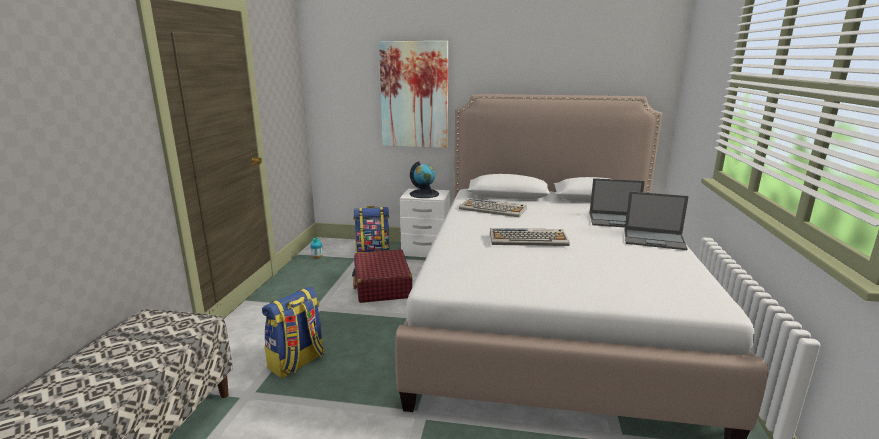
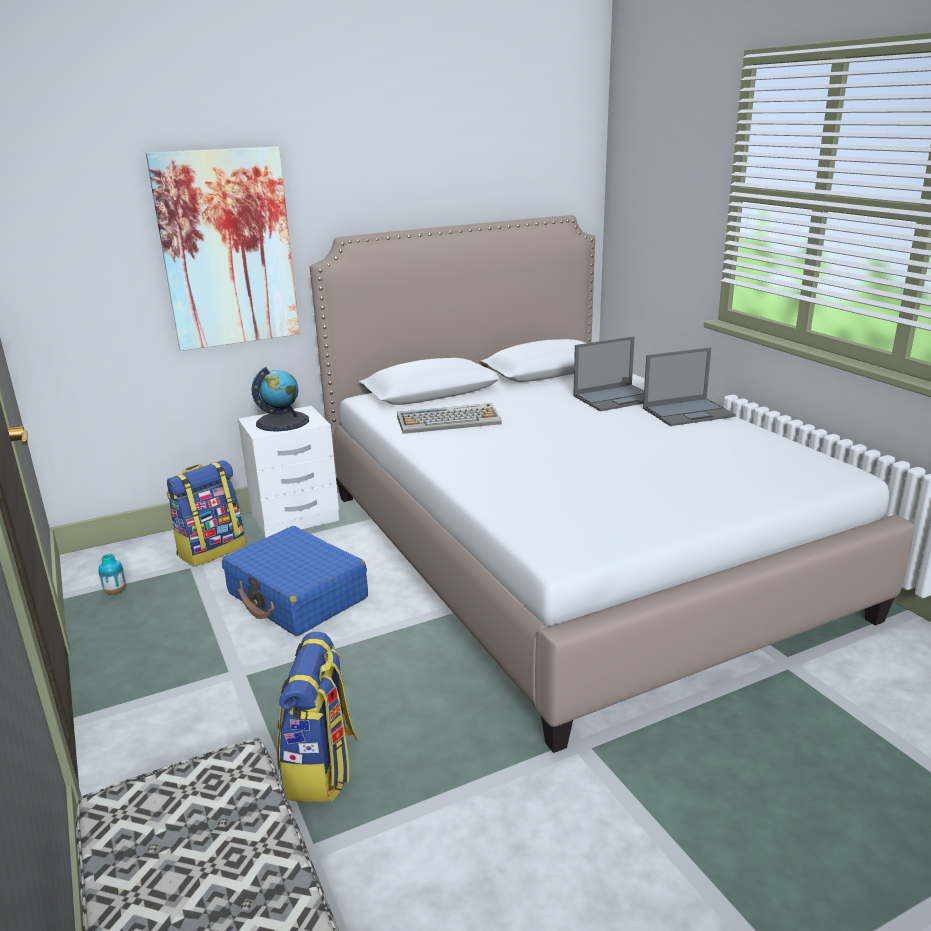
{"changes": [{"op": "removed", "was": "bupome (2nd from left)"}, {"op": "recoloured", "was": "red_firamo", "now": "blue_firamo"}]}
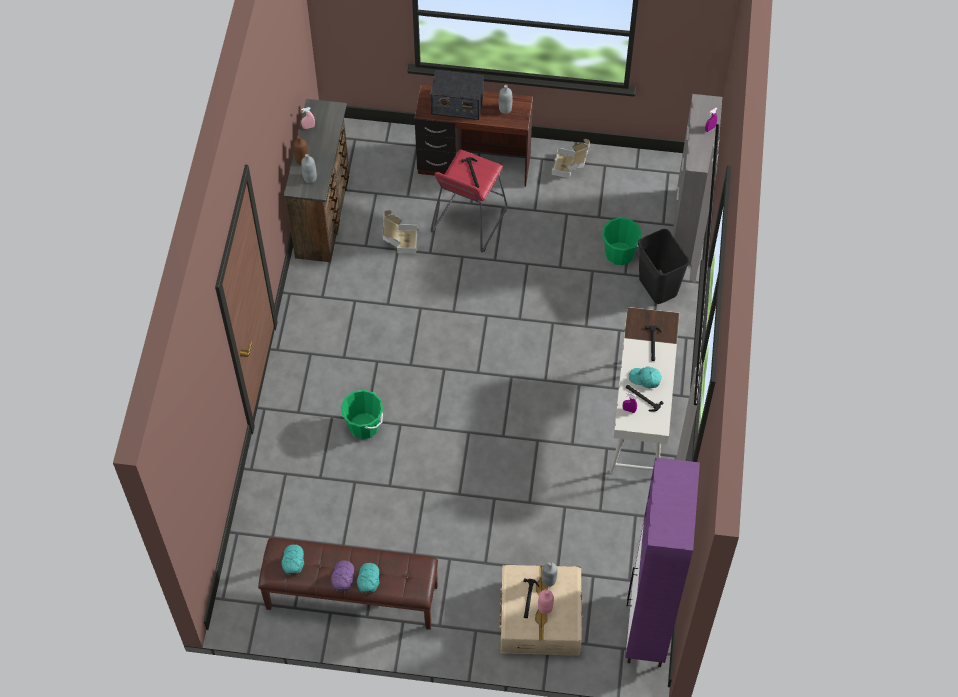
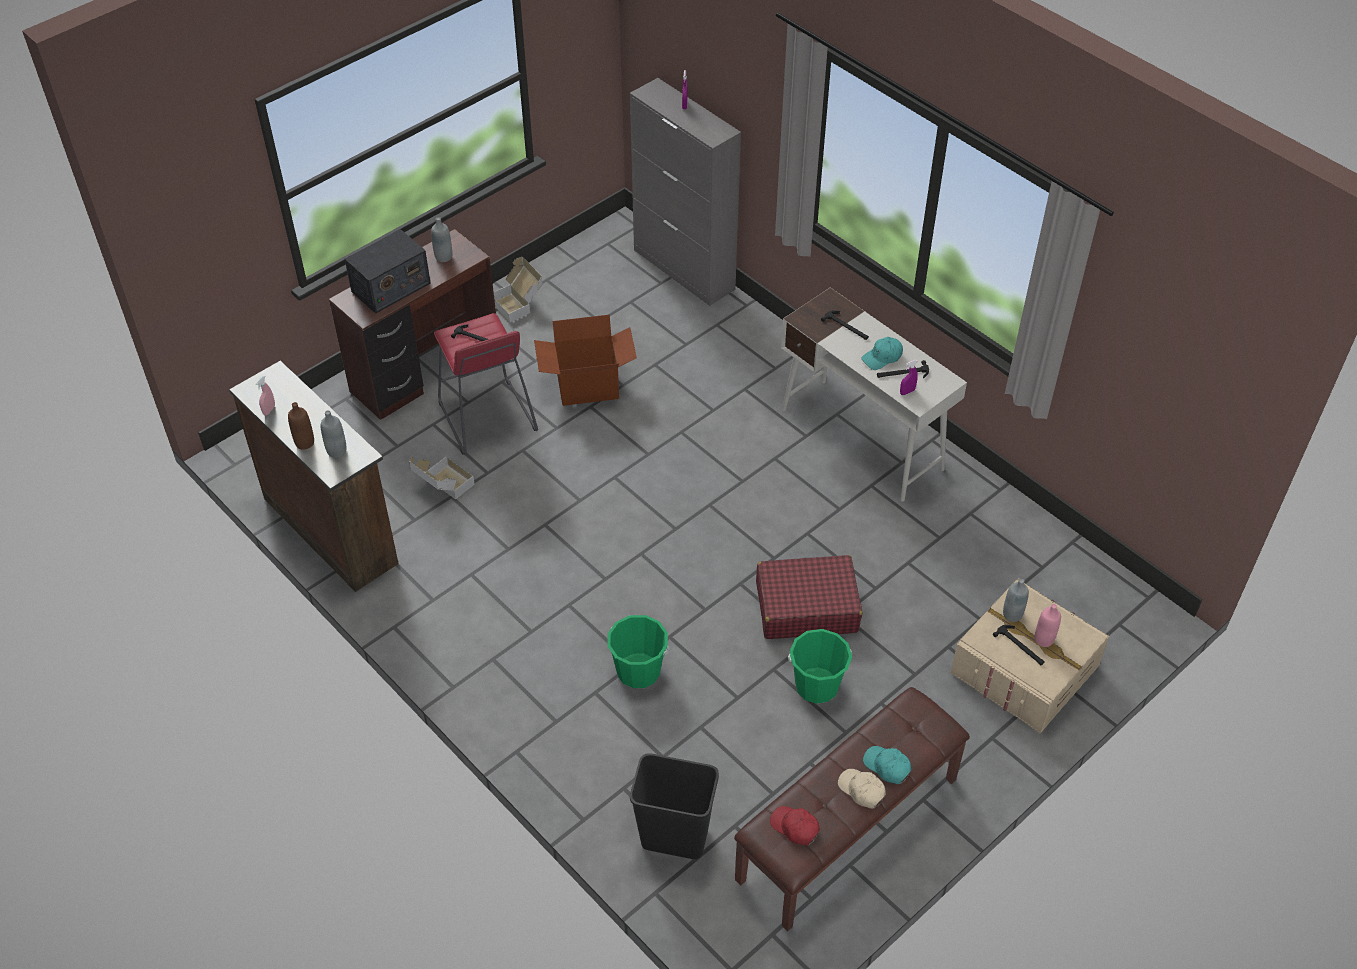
{"changes": [{"op": "moved", "was": "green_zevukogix (2nd from left)"}, {"op": "moved", "was": "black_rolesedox"}, {"op": "removed", "was": "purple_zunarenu"}, {"op": "recoloured", "was": "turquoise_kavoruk (1st from left)", "now": "red_kavoruk"}, {"op": "recoloured", "was": "purple_kavoruk", "now": "beige_kavoruk"}, {"op": "added", "now": "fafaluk (3rd from left)"}, {"op": "added", "now": "red_firamo"}]}
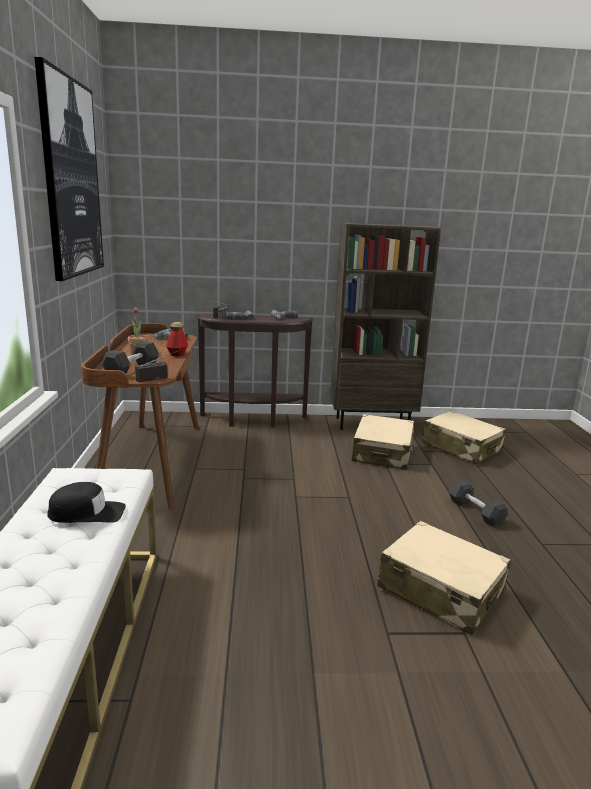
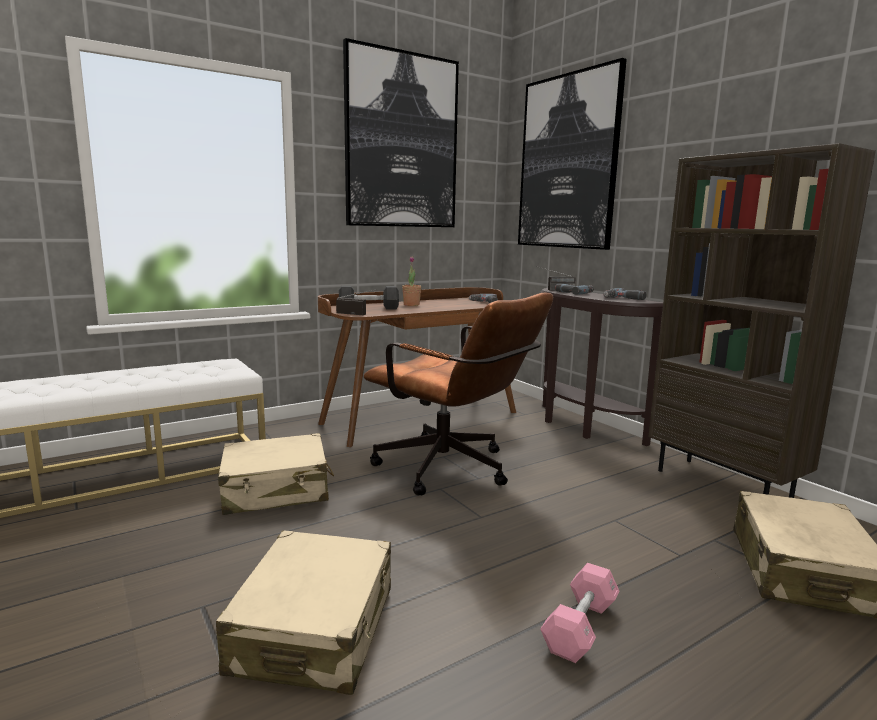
{"changes": [{"op": "removed", "was": "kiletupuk"}, {"op": "moved", "was": "beige_firamo (1st from left)"}, {"op": "recoloured", "was": "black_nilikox (2nd from left)", "now": "pink_nilikox"}, {"op": "removed", "was": "black_kavoruk"}, {"op": "added", "now": "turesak (2nd from left)"}, {"op": "added", "now": "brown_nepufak"}]}
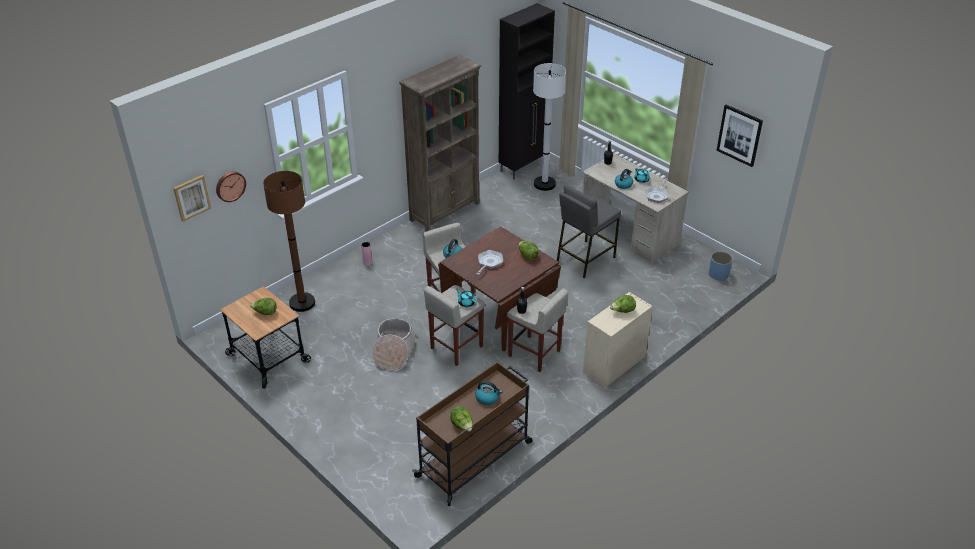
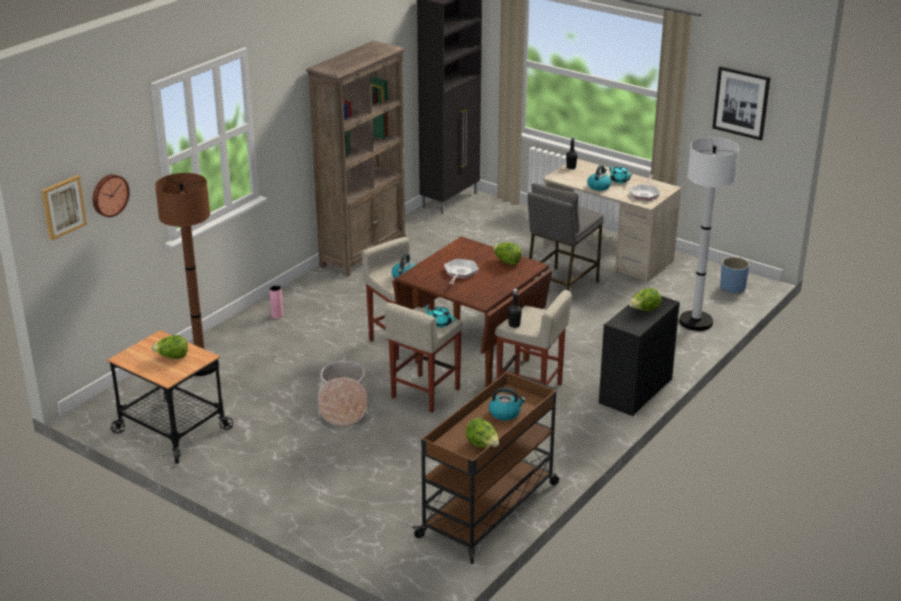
{"changes": [{"op": "moved", "was": "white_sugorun"}, {"op": "recoloured", "was": "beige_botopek", "now": "black_botopek"}]}
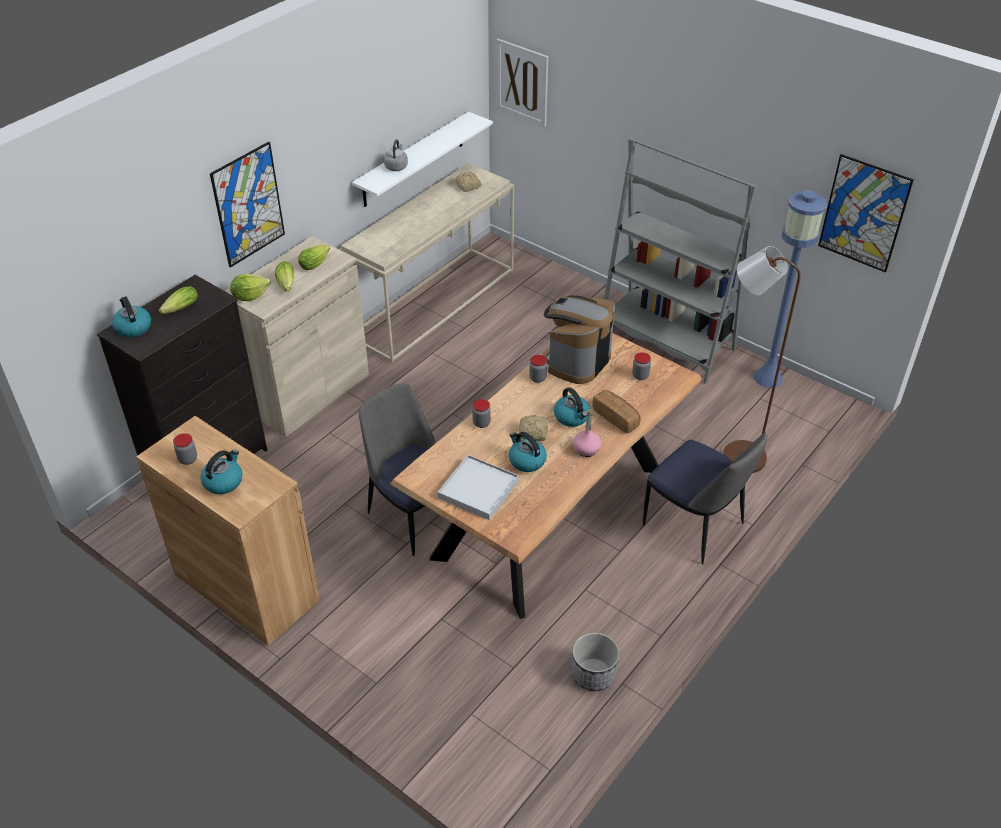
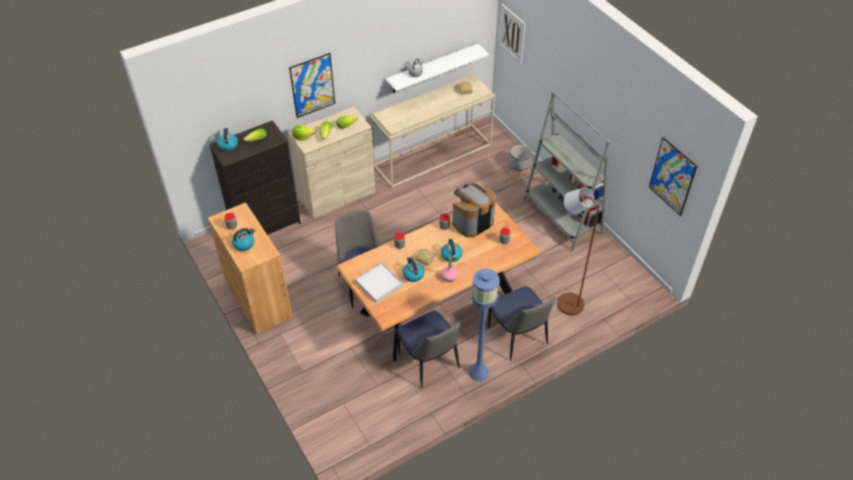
{"changes": [{"op": "moved", "was": "blue_sugorun"}, {"op": "removed", "was": "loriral (3rd from left)"}, {"op": "moved", "was": "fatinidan"}, {"op": "added", "now": "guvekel (2nd from left)"}]}
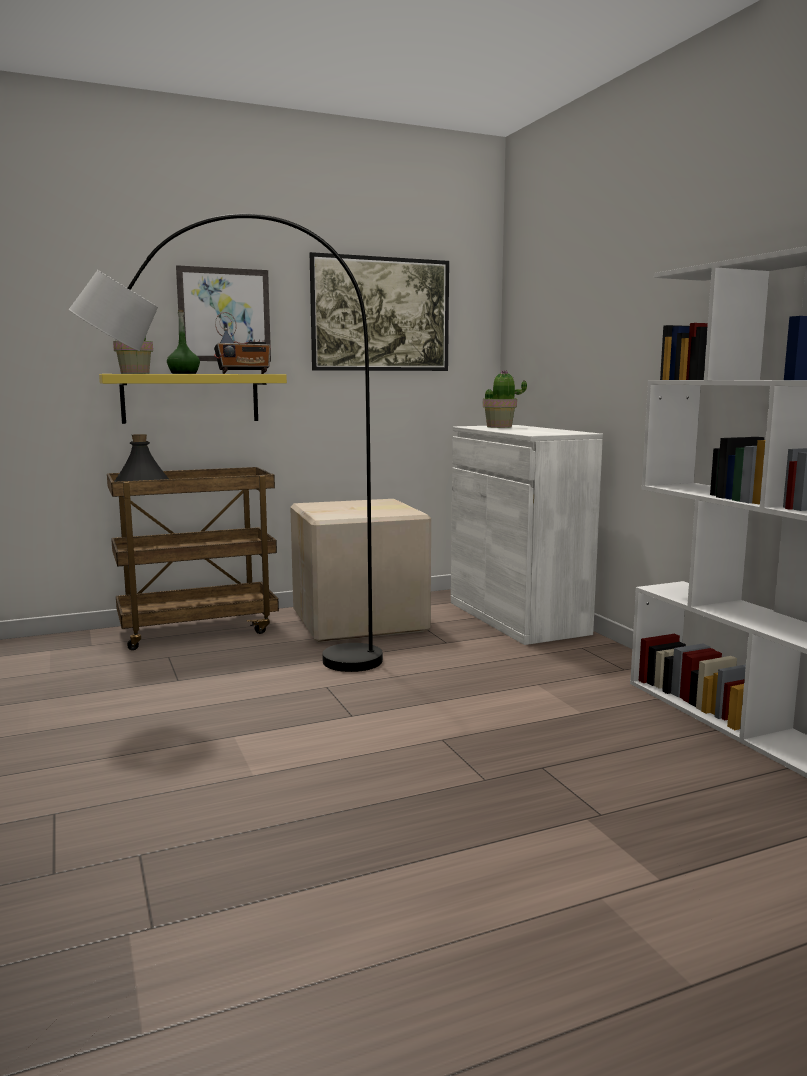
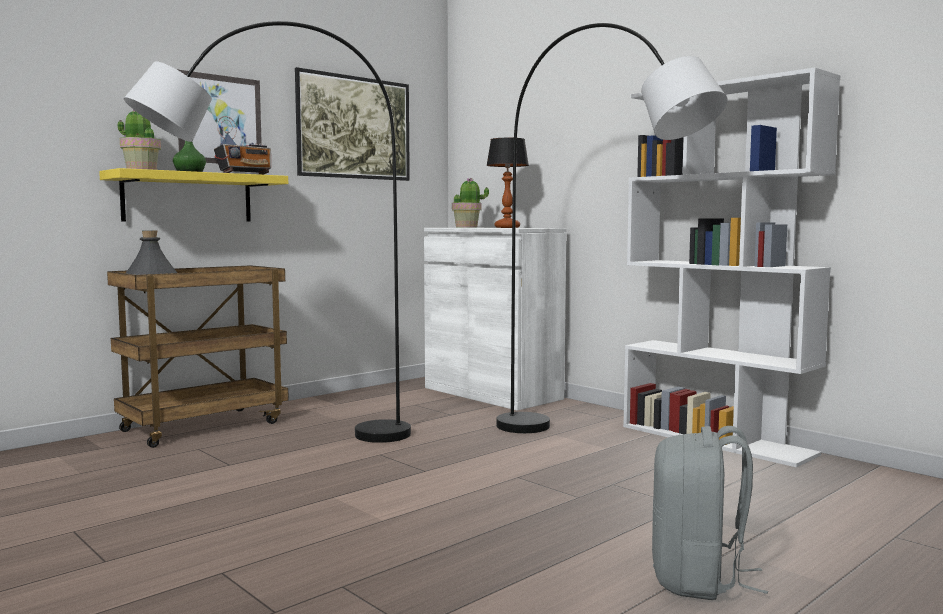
{"changes": [{"op": "removed", "was": "fafaluk"}, {"op": "added", "now": "black_sugorun (2nd from left)"}, {"op": "added", "now": "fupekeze"}, {"op": "added", "now": "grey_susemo"}]}
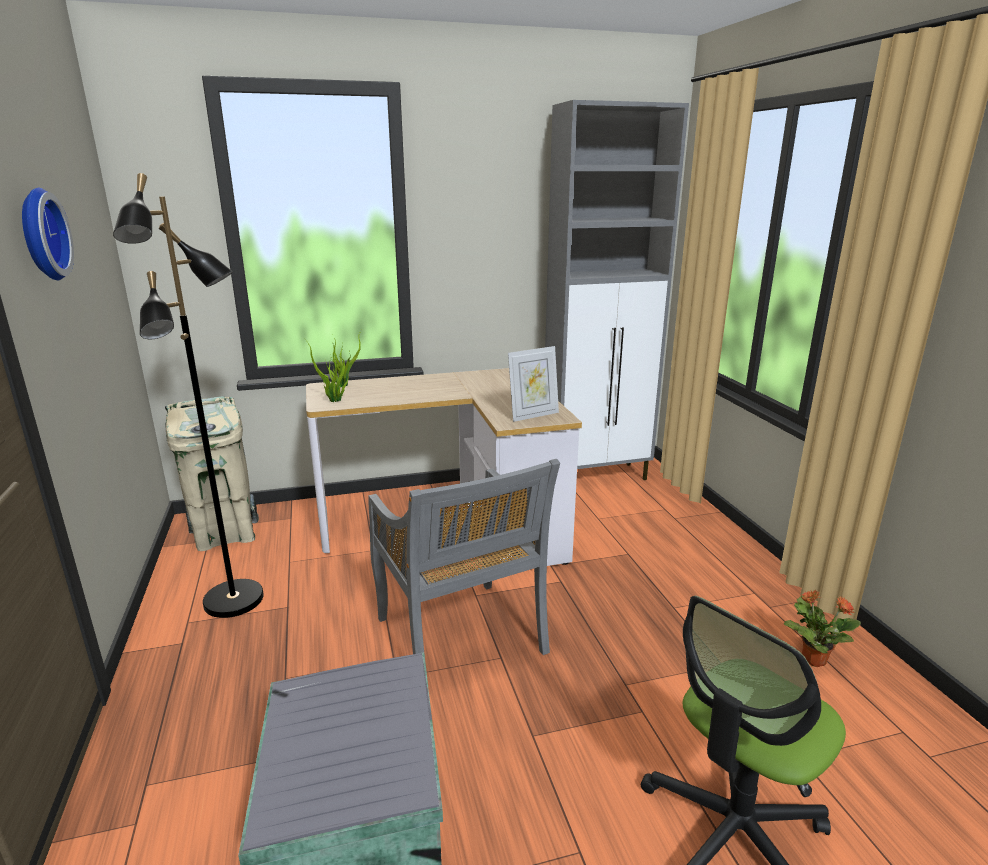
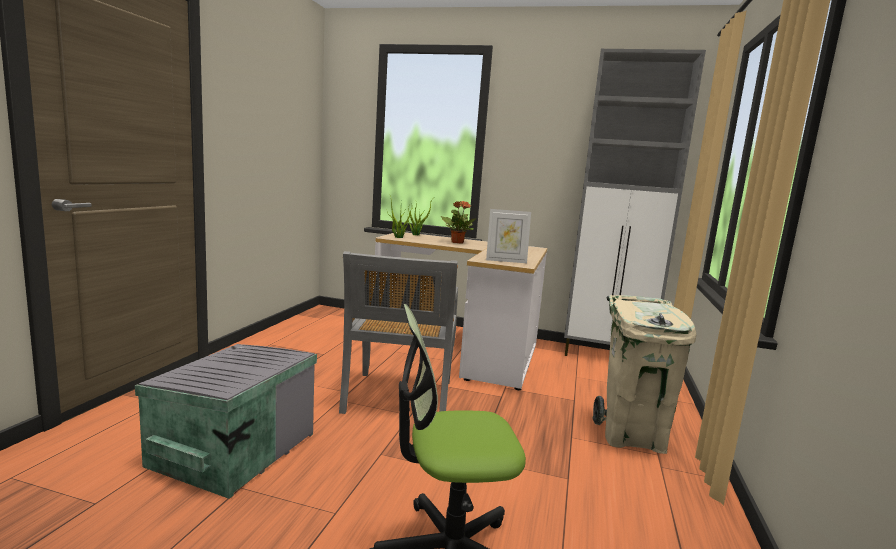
{"changes": [{"op": "removed", "was": "black_sugorun"}, {"op": "removed", "was": "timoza"}, {"op": "moved", "was": "beige_rolesedox"}, {"op": "moved", "was": "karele (3rd from left)"}]}
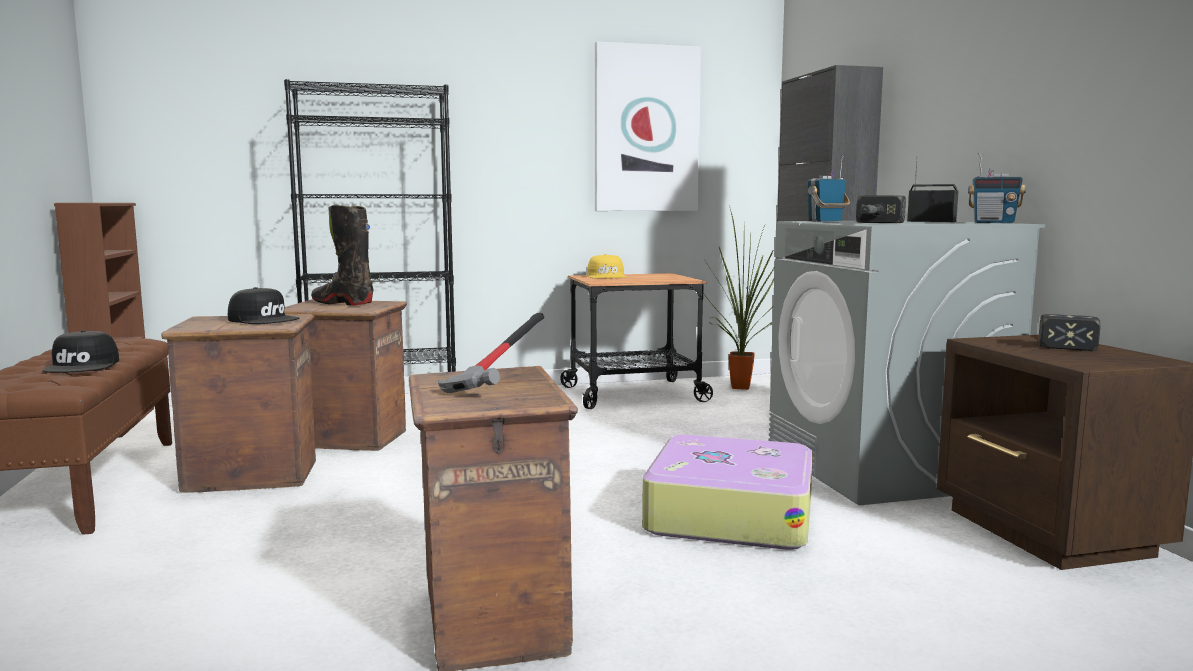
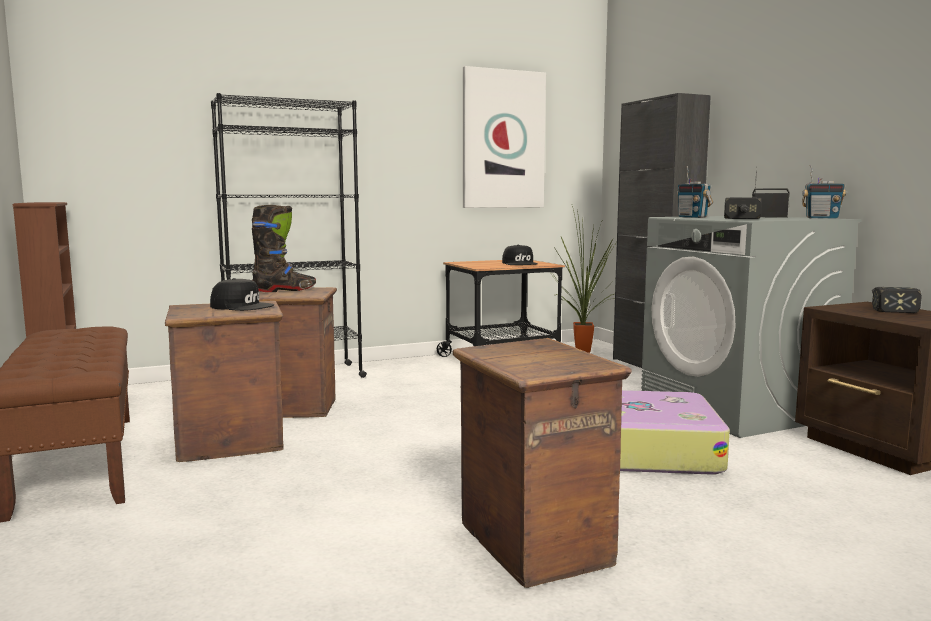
{"changes": [{"op": "turned", "was": "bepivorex (1st from left)", "clockwise": -75}, {"op": "turned", "was": "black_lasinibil", "clockwise": 135}, {"op": "removed", "was": "yellow_kavoruk"}, {"op": "removed", "was": "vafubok (1st from left)"}, {"op": "moved", "was": "black_kavoruk (1st from left in the first image)", "now": "black_kavoruk (2nd from left)"}]}
